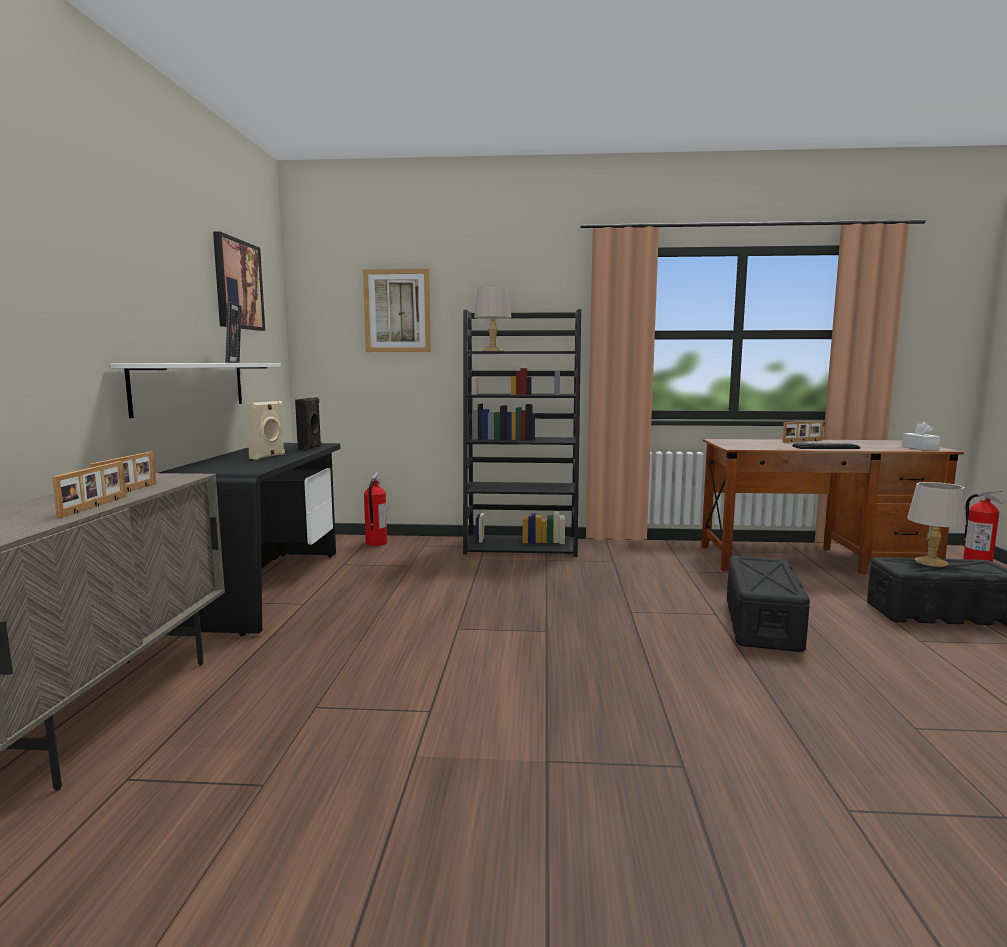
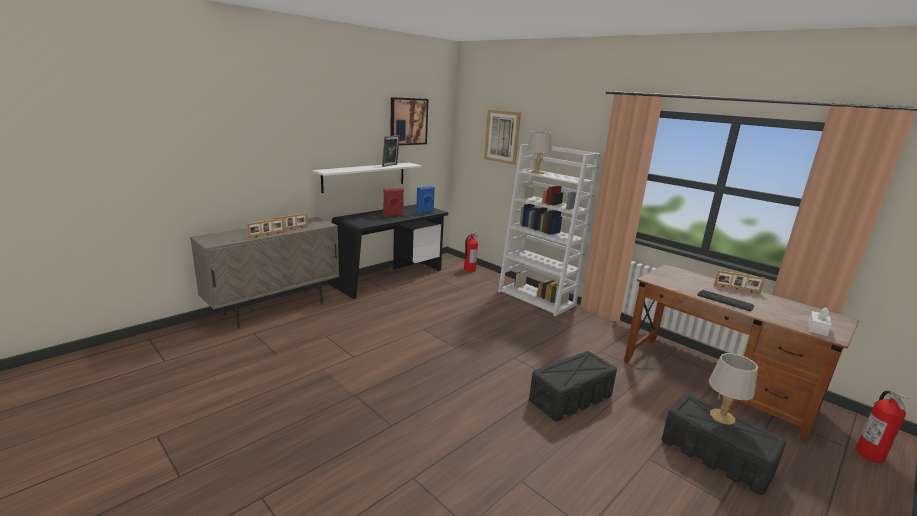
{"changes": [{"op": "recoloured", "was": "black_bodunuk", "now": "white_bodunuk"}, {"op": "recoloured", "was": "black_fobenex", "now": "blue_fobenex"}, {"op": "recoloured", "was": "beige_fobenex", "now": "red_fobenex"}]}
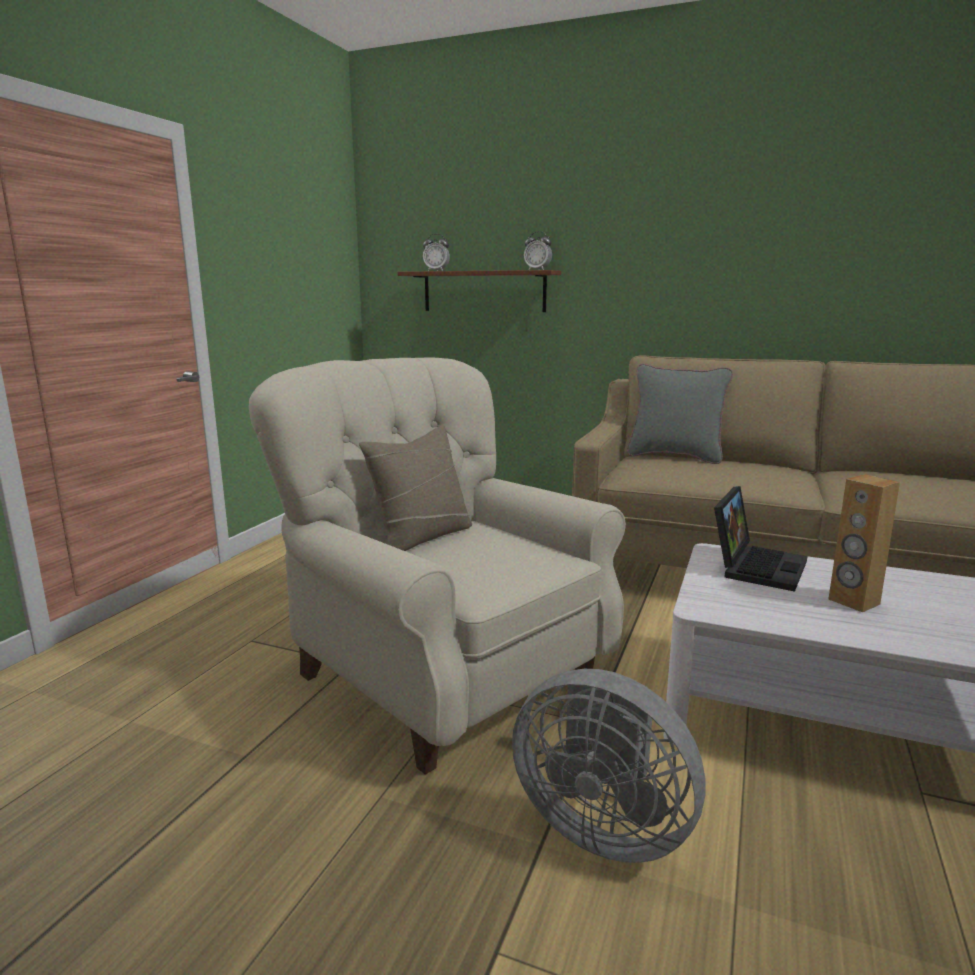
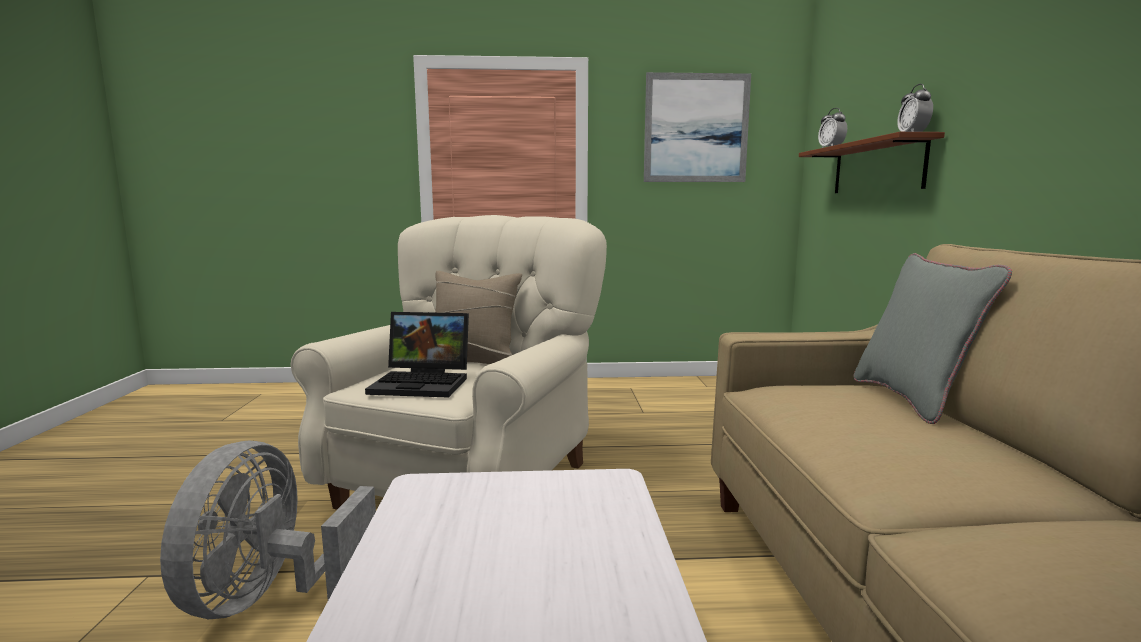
{"changes": [{"op": "removed", "was": "brown_fobenex"}, {"op": "moved", "was": "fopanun"}, {"op": "added", "now": "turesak"}]}
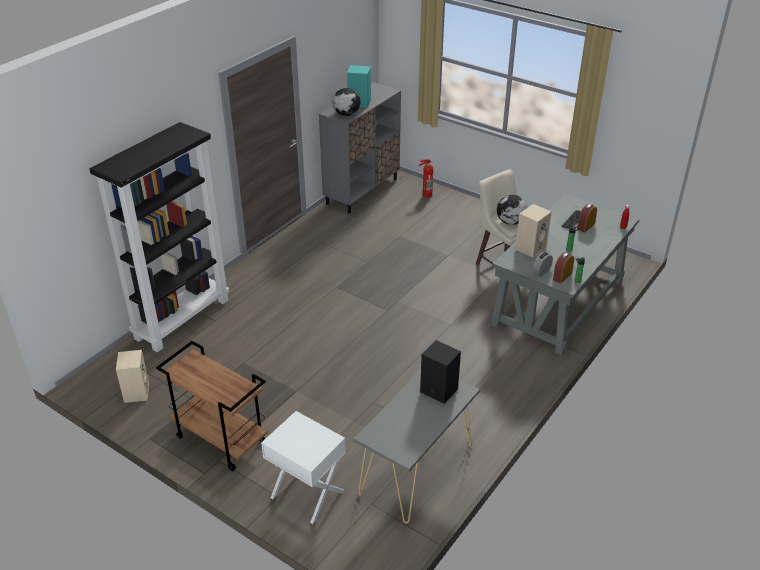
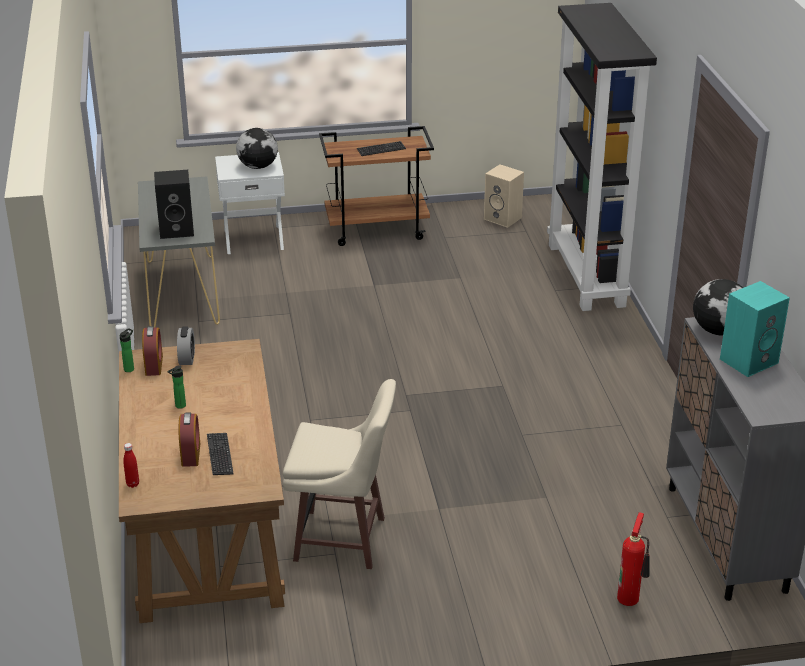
{"changes": [{"op": "recoloured", "was": "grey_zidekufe", "now": "brown_zidekufe"}, {"op": "moved", "was": "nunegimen (2nd from left in the first image)", "now": "nunegimen (1st from left)"}, {"op": "removed", "was": "beige_fobenex (2nd from left)"}, {"op": "added", "now": "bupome (2nd from left)"}]}
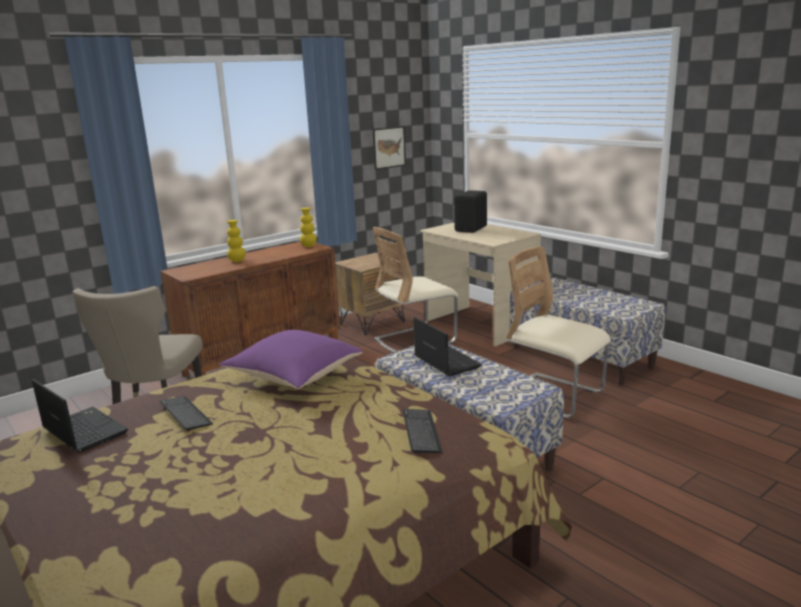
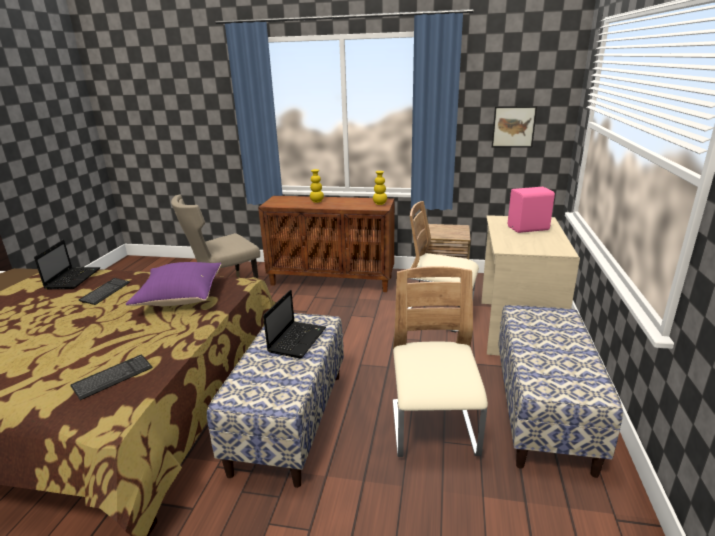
{"changes": [{"op": "recoloured", "was": "black_fobenex", "now": "pink_fobenex"}]}
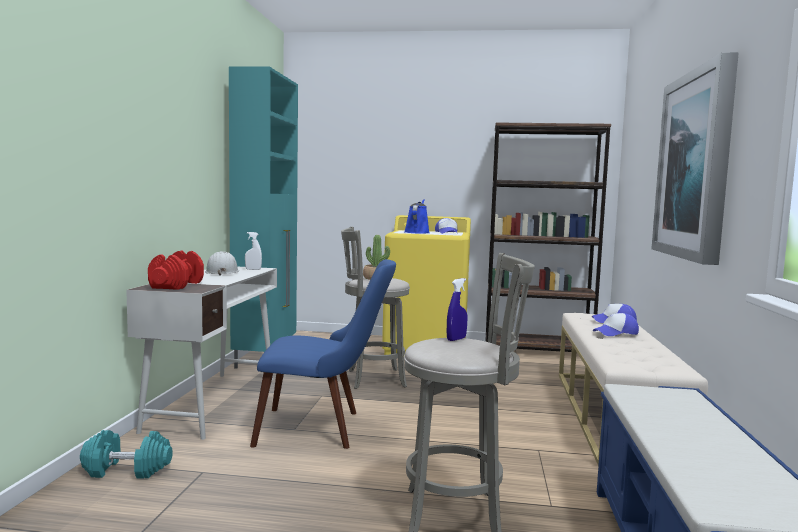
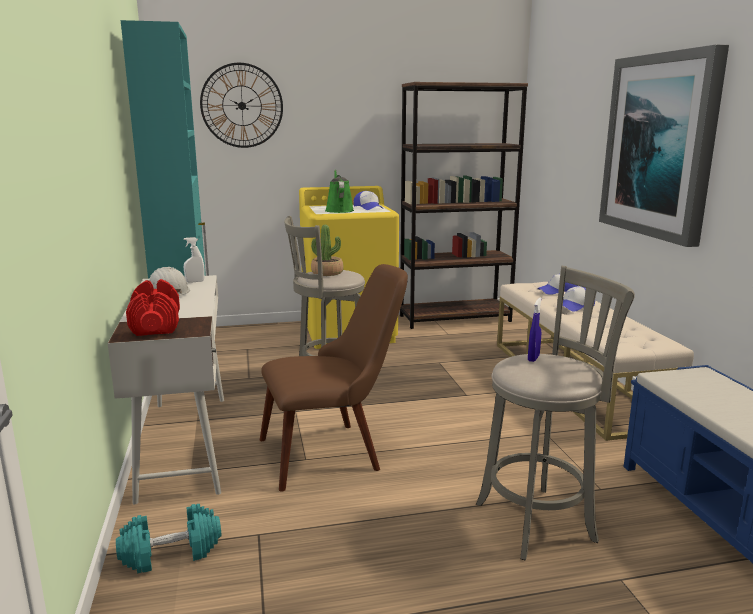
{"changes": [{"op": "recoloured", "was": "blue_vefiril", "now": "green_vefiril"}, {"op": "recoloured", "was": "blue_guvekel", "now": "brown_guvekel"}, {"op": "added", "now": "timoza"}]}
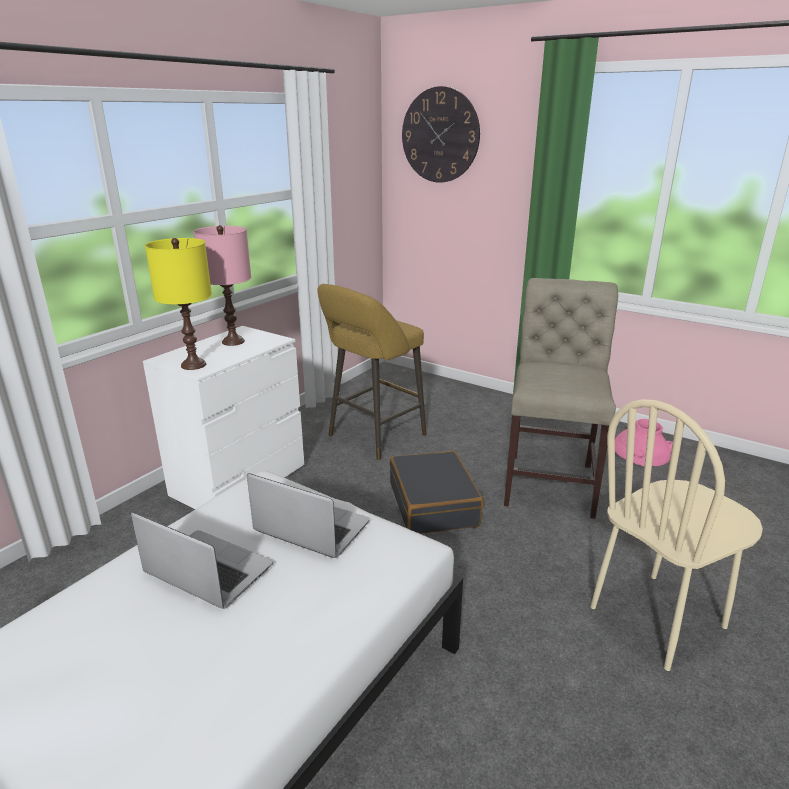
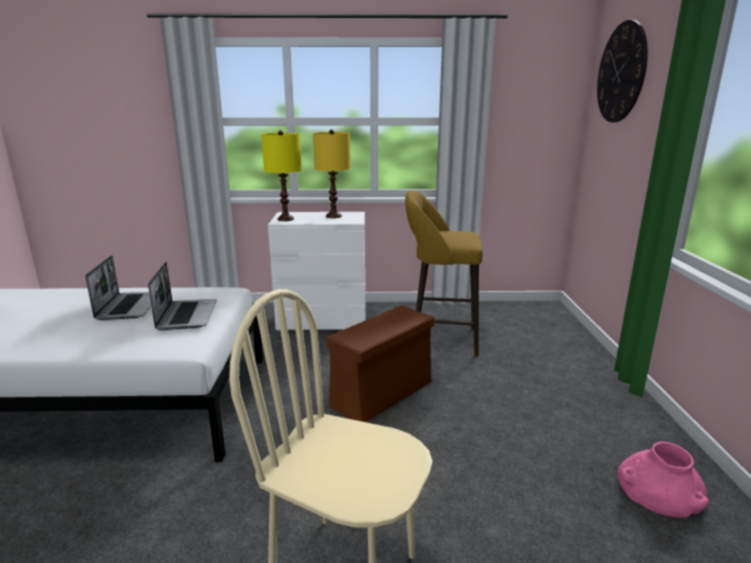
{"changes": [{"op": "recoloured", "was": "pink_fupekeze", "now": "yellow_fupekeze (2nd from left)"}, {"op": "removed", "was": "beige_guvekel (1st from left)"}, {"op": "replaced", "was": "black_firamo", "now": "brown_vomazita"}]}
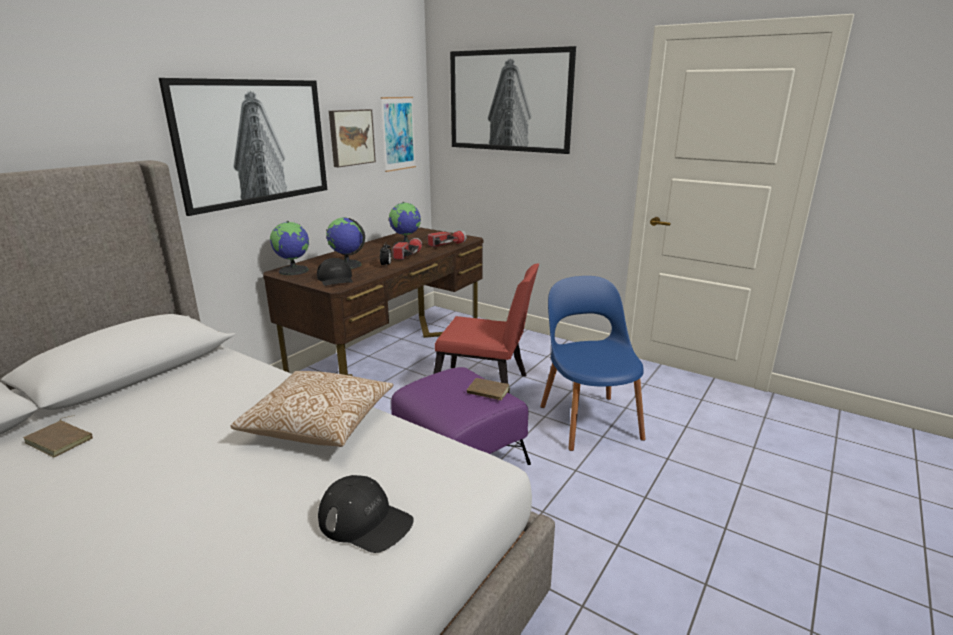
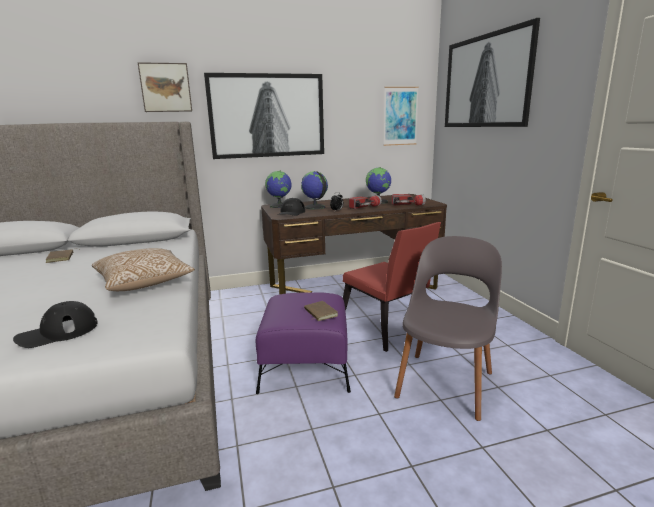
{"changes": [{"op": "moved", "was": "turesak (2nd from left in the first image)", "now": "turesak (1st from left)"}, {"op": "recoloured", "was": "blue_guvekel", "now": "grey_guvekel"}, {"op": "turned", "was": "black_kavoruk (2nd from left in the first image)", "clockwise": 75}]}
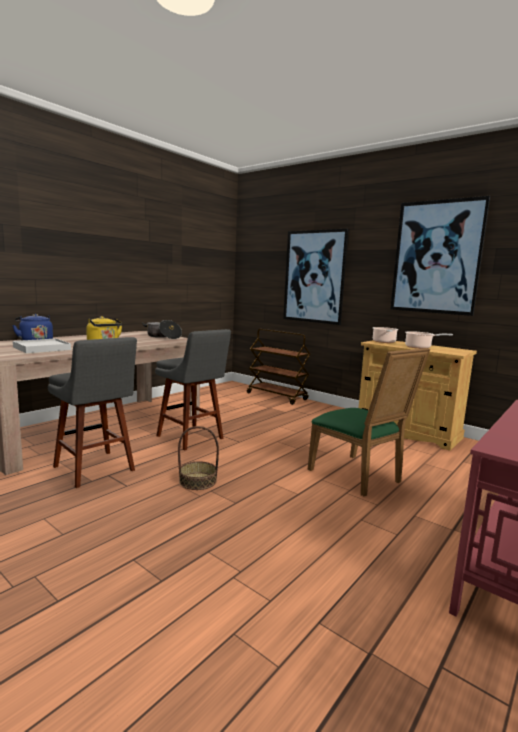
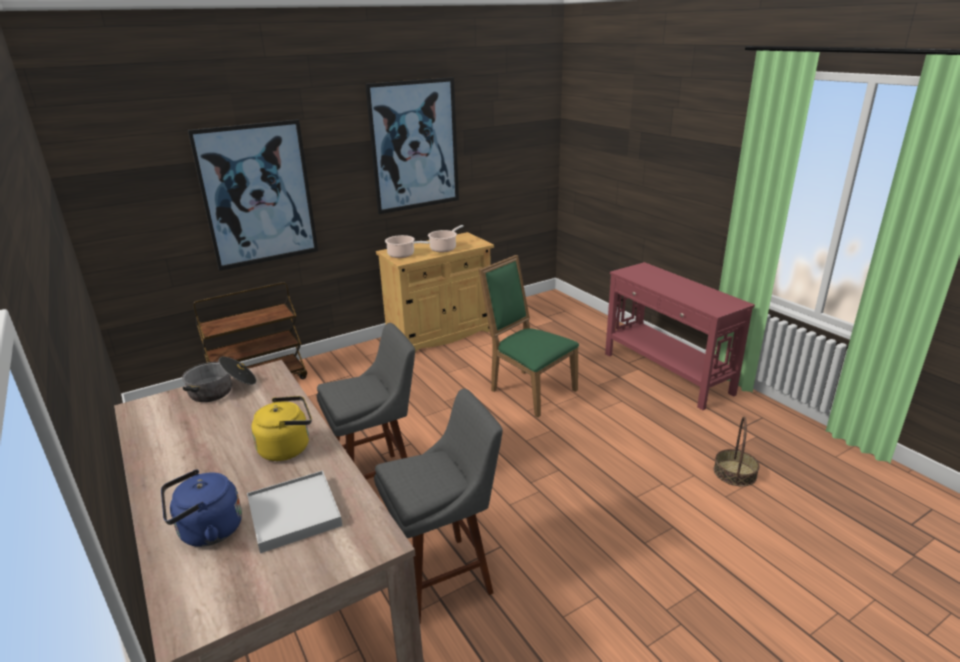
{"changes": [{"op": "turned", "was": "green_guvekel", "clockwise": -120}, {"op": "moved", "was": "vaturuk"}]}
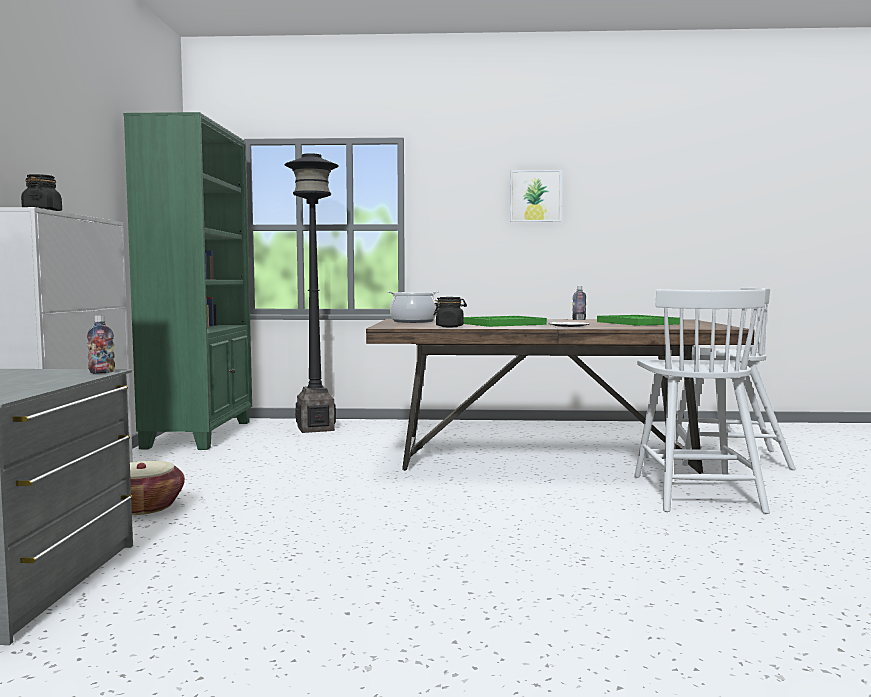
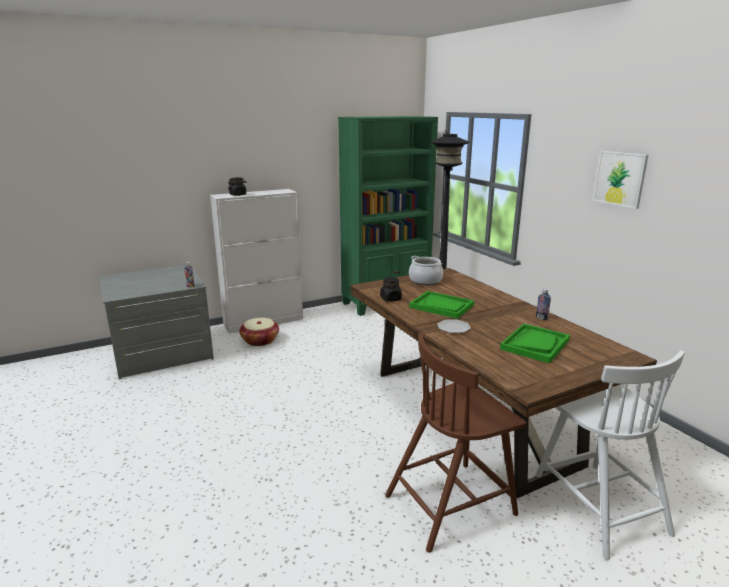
{"changes": [{"op": "recoloured", "was": "white_guvekel (1st from left)", "now": "brown_guvekel"}]}
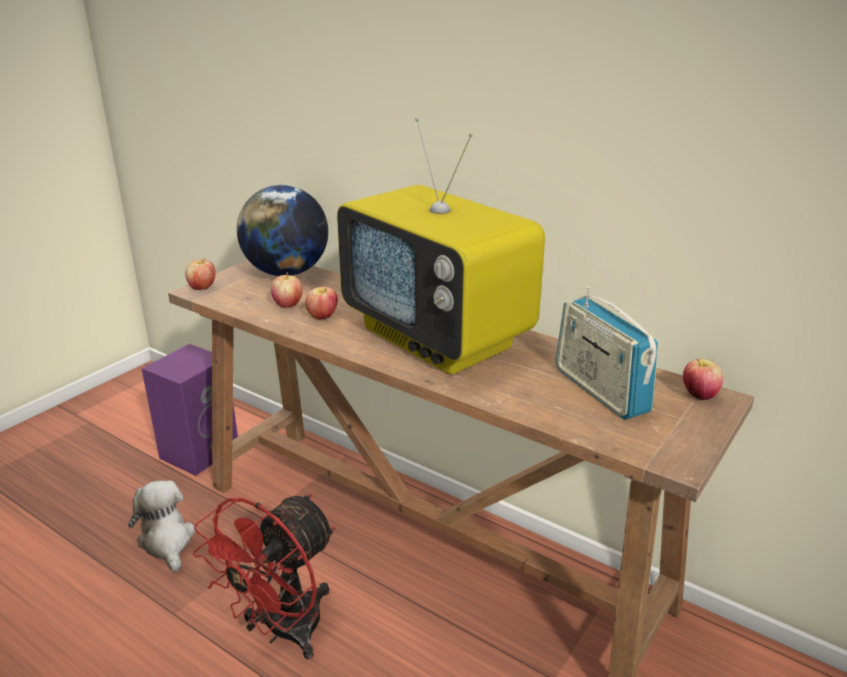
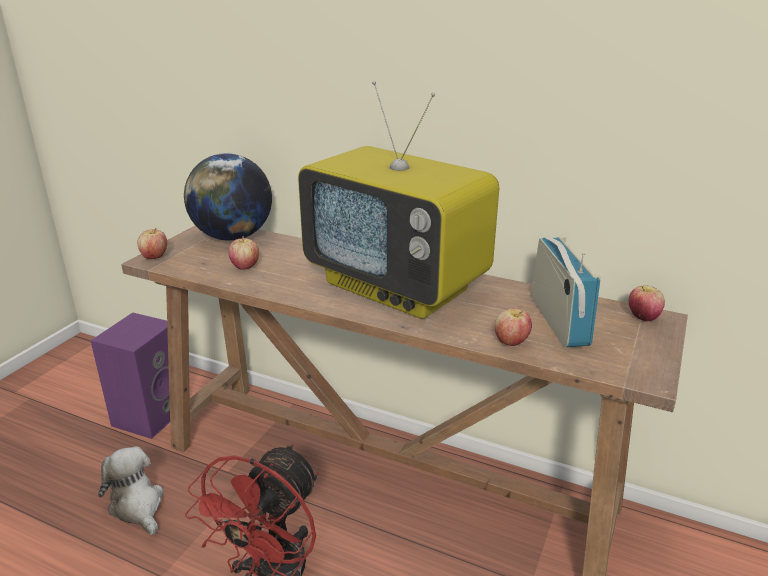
{"changes": [{"op": "turned", "was": "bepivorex", "clockwise": -150}, {"op": "moved", "was": "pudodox (3rd from left)"}]}
